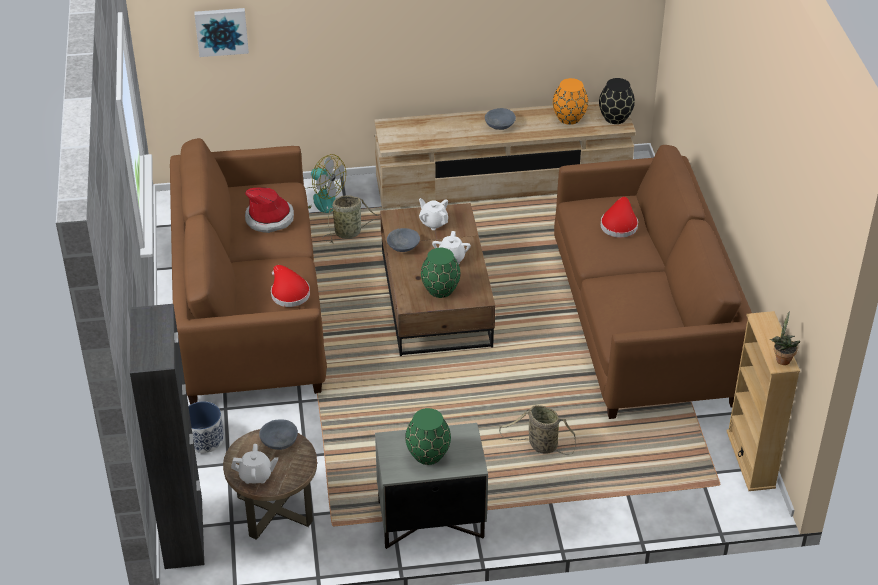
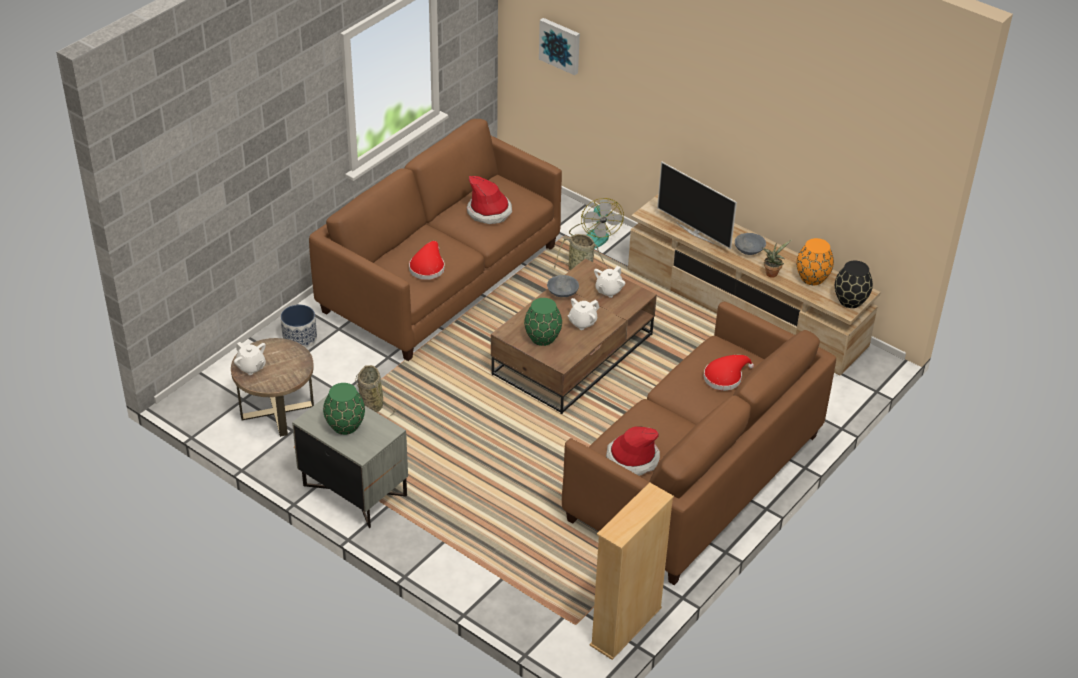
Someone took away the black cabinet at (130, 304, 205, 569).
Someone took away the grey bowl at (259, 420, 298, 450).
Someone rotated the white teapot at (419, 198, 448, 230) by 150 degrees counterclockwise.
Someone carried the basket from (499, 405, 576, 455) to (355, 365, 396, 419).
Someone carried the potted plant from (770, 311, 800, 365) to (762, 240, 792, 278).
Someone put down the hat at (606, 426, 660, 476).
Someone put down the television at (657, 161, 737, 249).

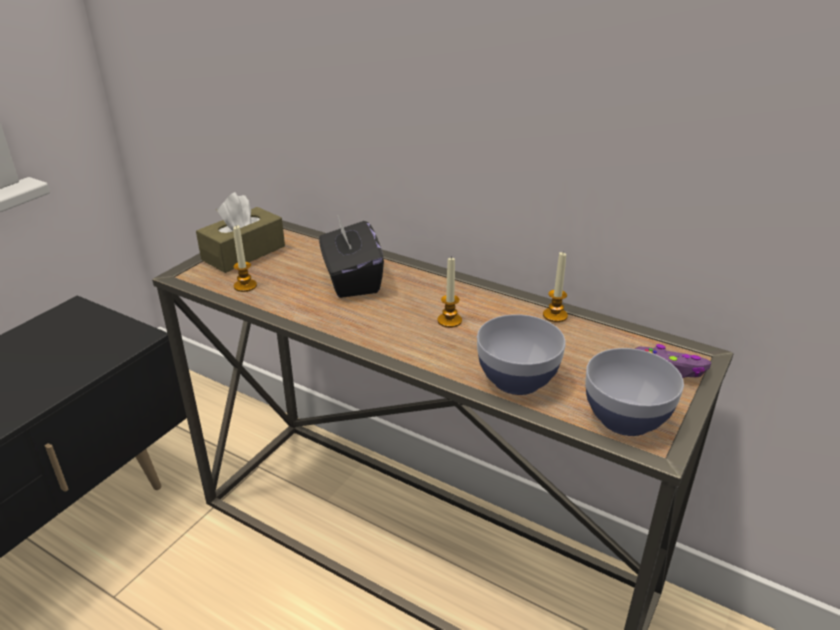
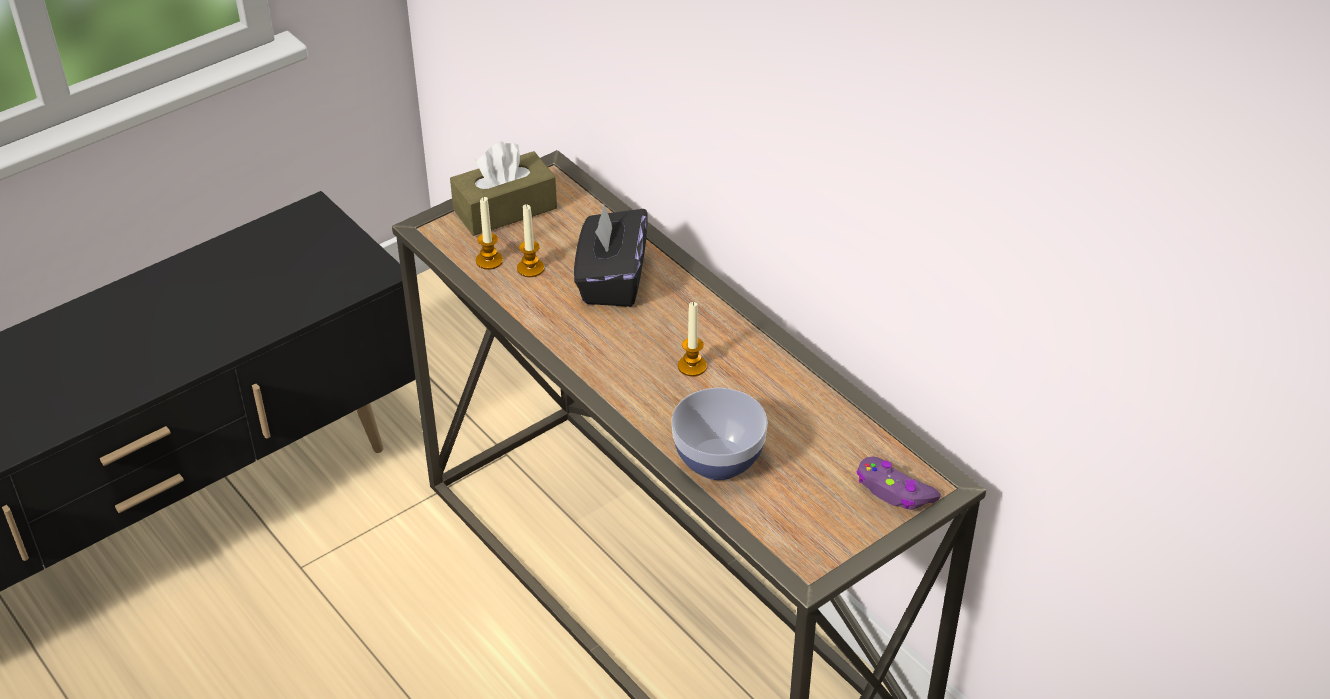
Someone carried the candle from (543, 252, 568, 322) to (517, 204, 544, 277).
Someone took away the bowl at (585, 348, 684, 436).

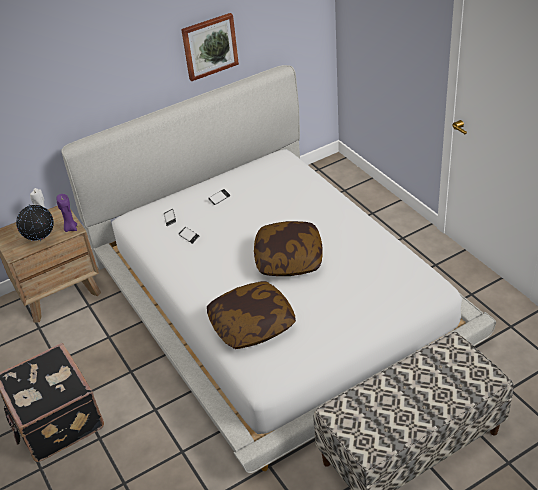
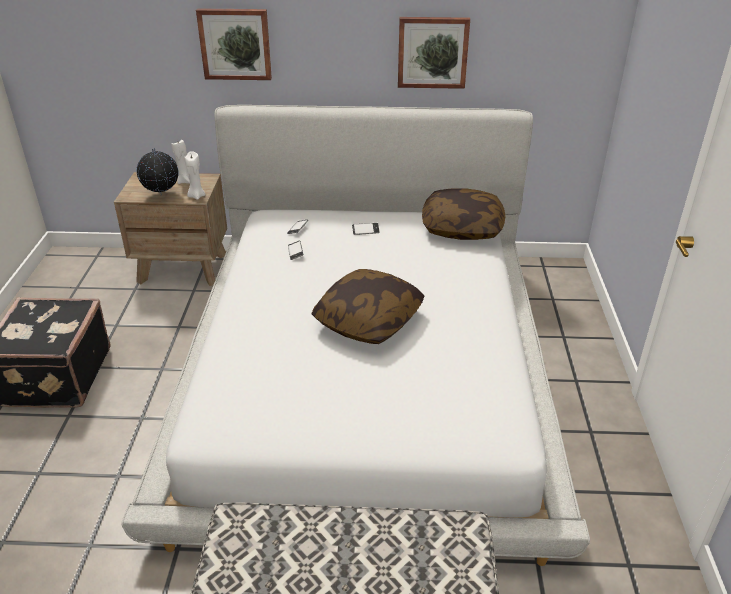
Someone repainted the purple candle at (57, 194, 77, 232), which became the white candle at (184, 151, 206, 200).
Someone carried the pillow from (207, 281, 296, 349) to (422, 188, 505, 240).
Someone put up the picture at (196, 8, 272, 80).

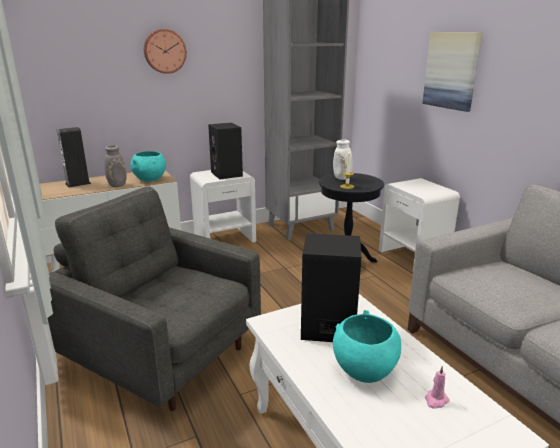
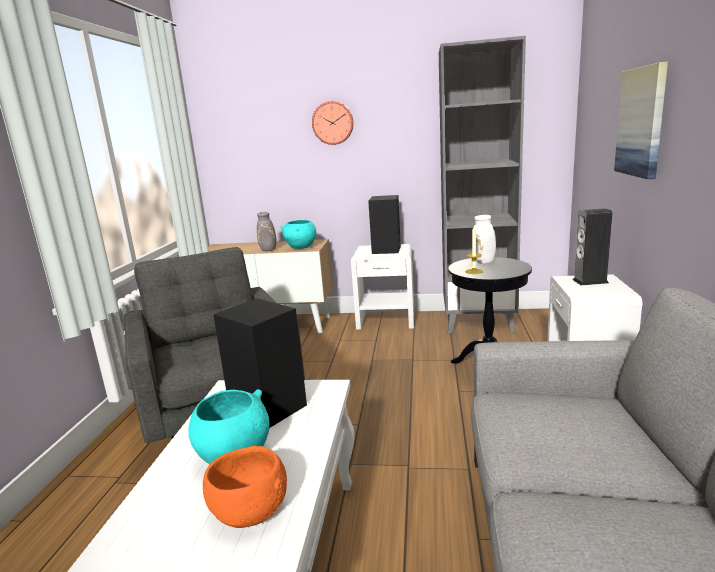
Someone carried the speaker from (57, 127, 91, 188) to (573, 208, 613, 285).
Someone swapped the pink candle at (425, 366, 449, 409) for the orange bowl at (203, 446, 287, 528).

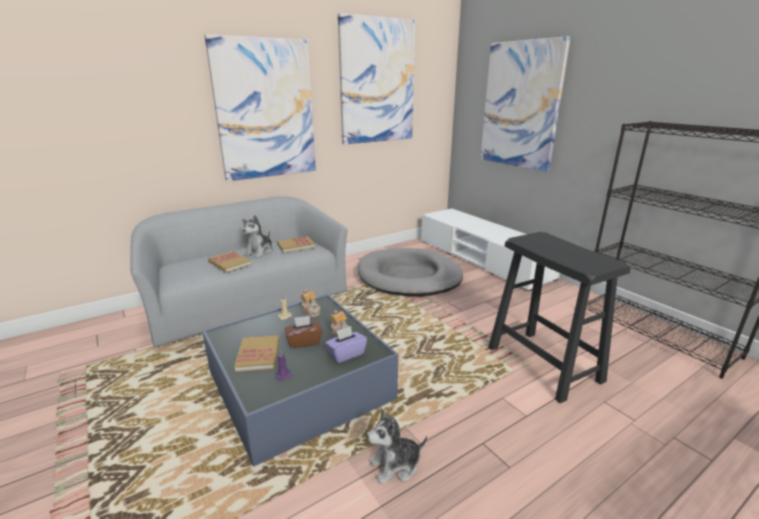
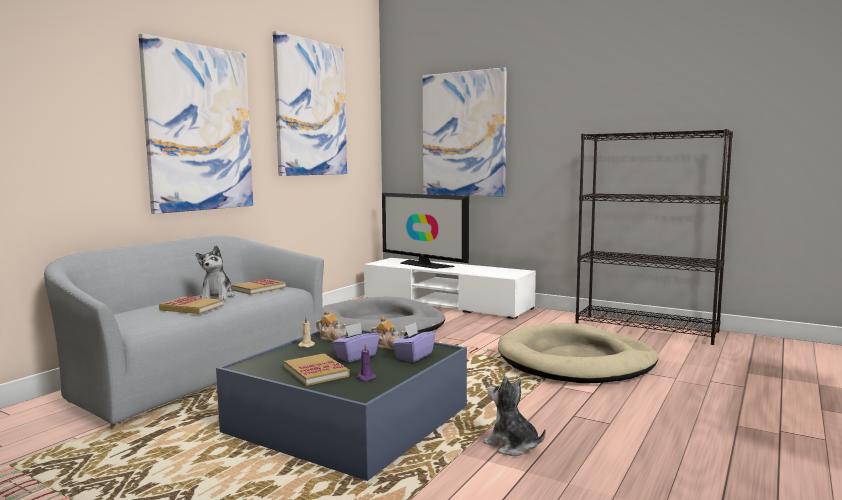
Someone repainted the brown tissue box at (285, 316, 322, 348), which became the purple tissue box at (332, 323, 380, 362).
Someone rotated the plush toy at (367, 409, 427, 484) by 90 degrees clockwise.
Someone swapped the black stool at (488, 232, 631, 403) for the beige dog bed at (498, 323, 659, 383).
Someone put down the television at (382, 193, 469, 269).

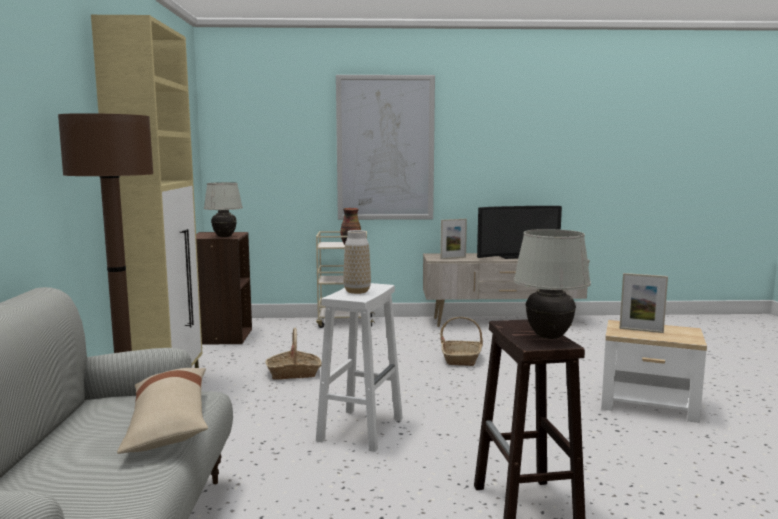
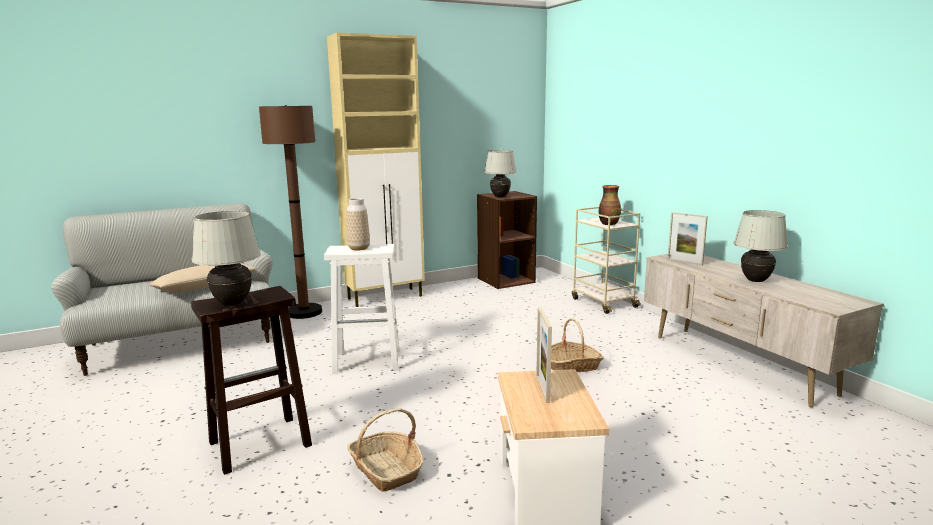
Someone carried the basket from (266, 327, 321, 380) to (347, 408, 424, 492).
Someone took away the picture at (336, 75, 435, 220).
Someone swapped the television at (477, 206, 562, 259) for the white table lamp at (734, 210, 788, 282).

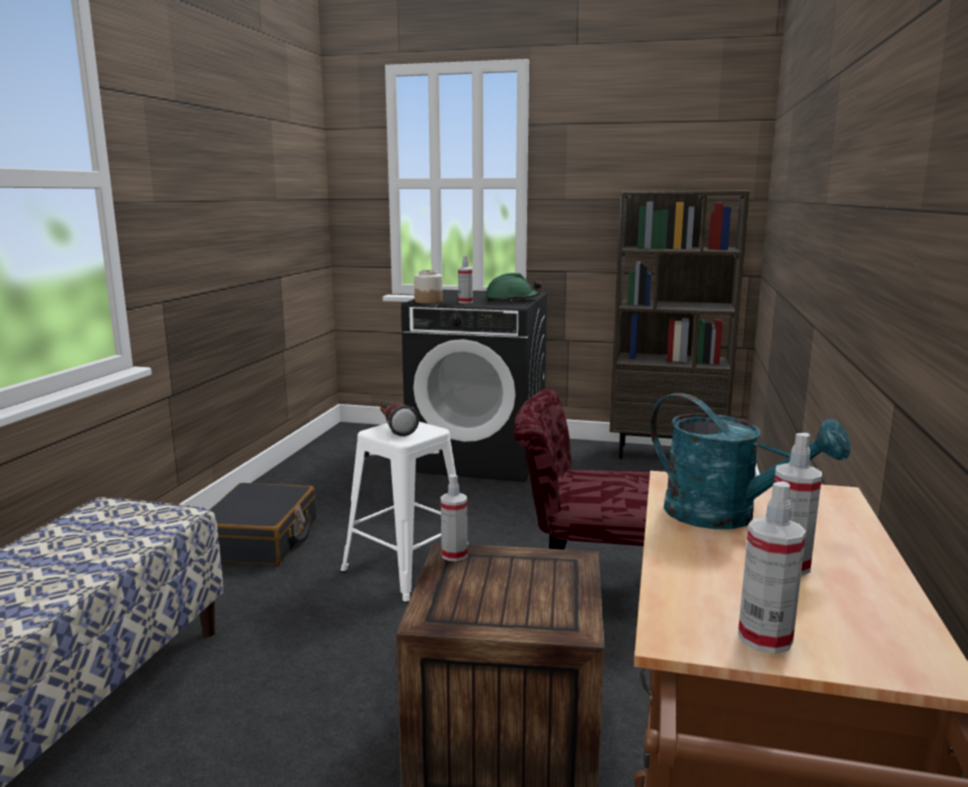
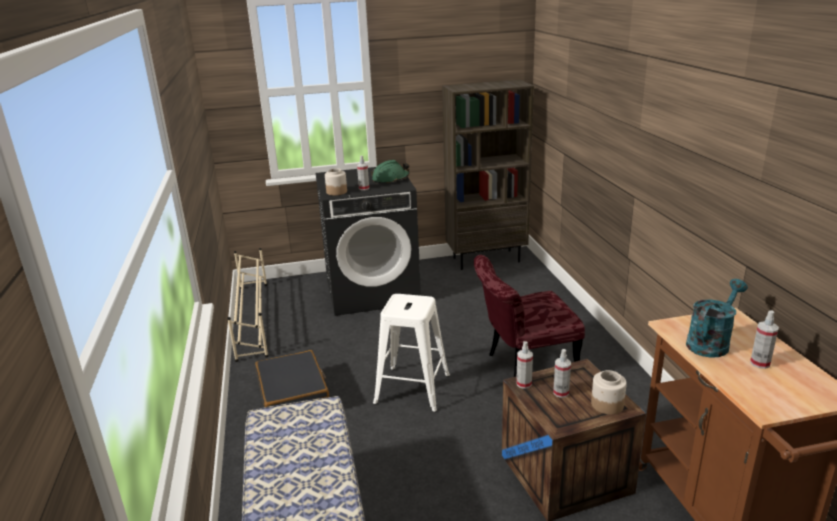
Someone took away the flashlight at (380, 401, 419, 436).
Someone rotated the turquoise watering can at (650, 393, 851, 529) by 60 degrees counterclockwise.
Someone carried the spray bottle from (738, 481, 806, 654) to (553, 349, 571, 398).
Someone put down the beige shoe rack at (227, 248, 269, 362).
Someone put down the jar at (591, 370, 627, 415).

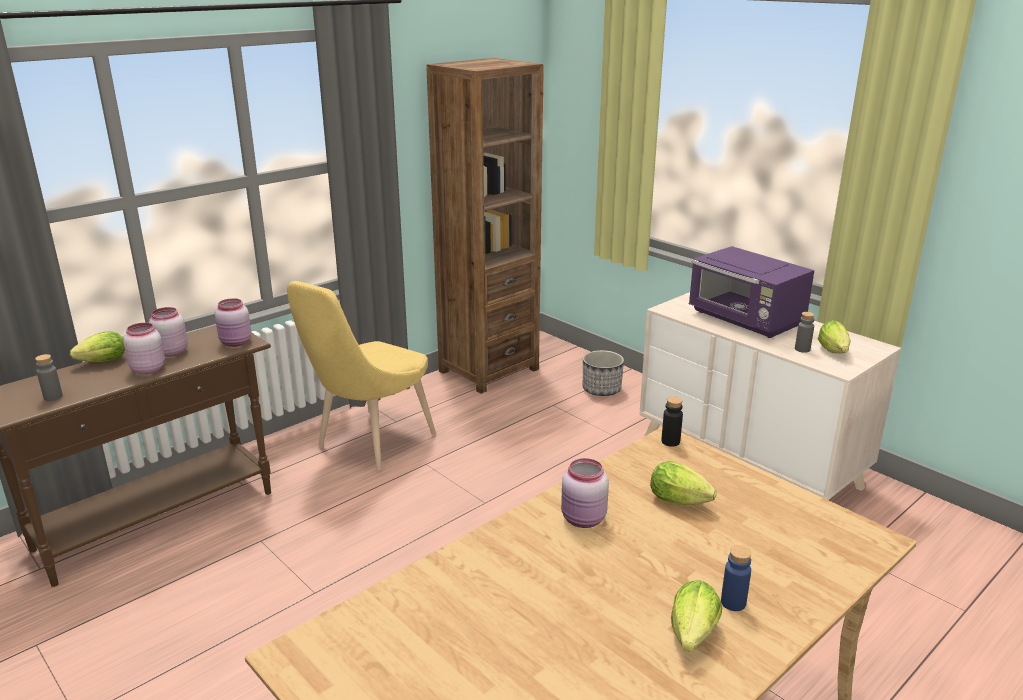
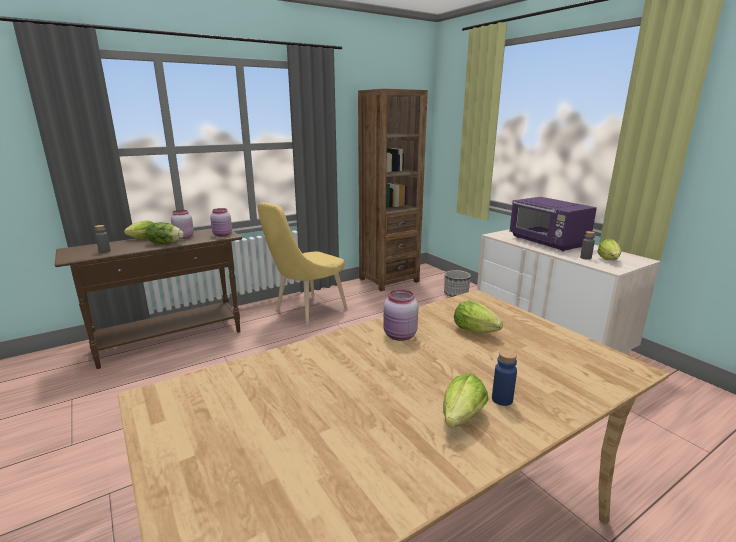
Someone swapped the pink jar at (123, 323, 165, 374) for the lettuce at (145, 222, 184, 244).
Someone took away the black bottle at (661, 396, 683, 447).

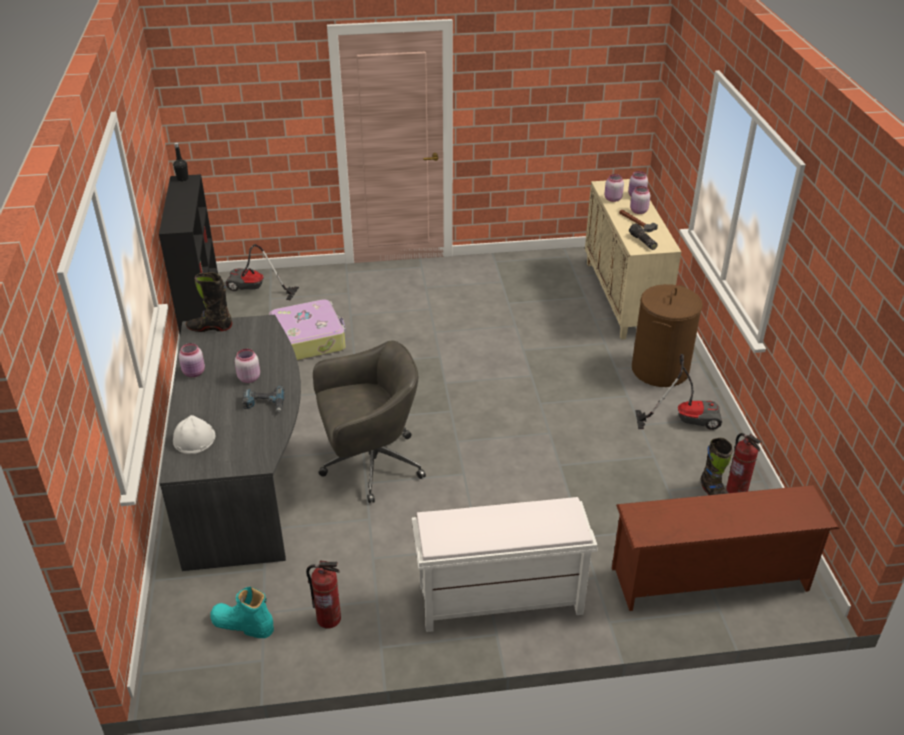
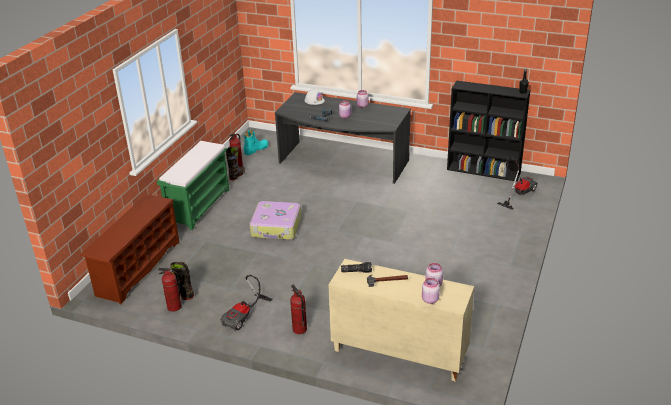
Someone carried the black boot from (186, 272, 232, 332) to (226, 146, 245, 180).
Someone carried the suitcase from (269, 299, 346, 361) to (249, 201, 301, 240).
Someone took away the grey office chair at (313, 340, 426, 503).
Someone repainted the white bench at (412, 497, 598, 632), which became the green bench at (157, 141, 229, 230).
Someone took away the pink jar at (630, 186, 650, 214).
Someone swapped the brown laundry basket at (632, 284, 703, 387) for the fire extinguisher at (290, 285, 307, 334).

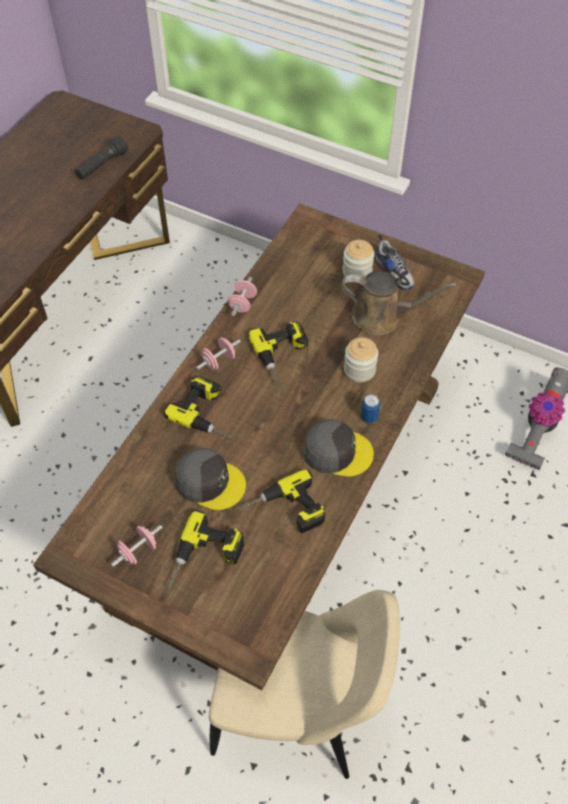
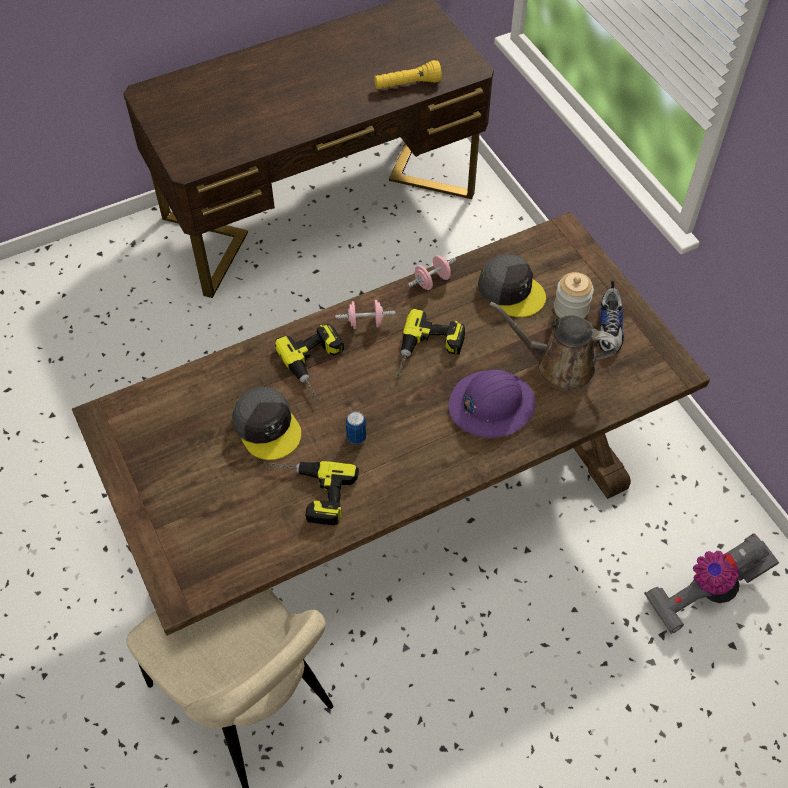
Someone repainted the black flashlight at (75, 136, 128, 180), which became the yellow flashlight at (374, 60, 442, 89).
Someone took away the pink dumbbell at (111, 525, 163, 567).
Someone took away the power drill at (168, 510, 244, 588).
Someone carried the grey cap from (304, 419, 374, 477) to (478, 254, 546, 317).
Someone rotated the brown watering can at (341, 271, 457, 335) by 150 degrees clockwise.
Someone swapped the jar at (344, 337, 378, 382) for the purple hard hat at (449, 370, 535, 438).
Someone carried the can from (361, 394, 380, 423) to (346, 411, 367, 444).

